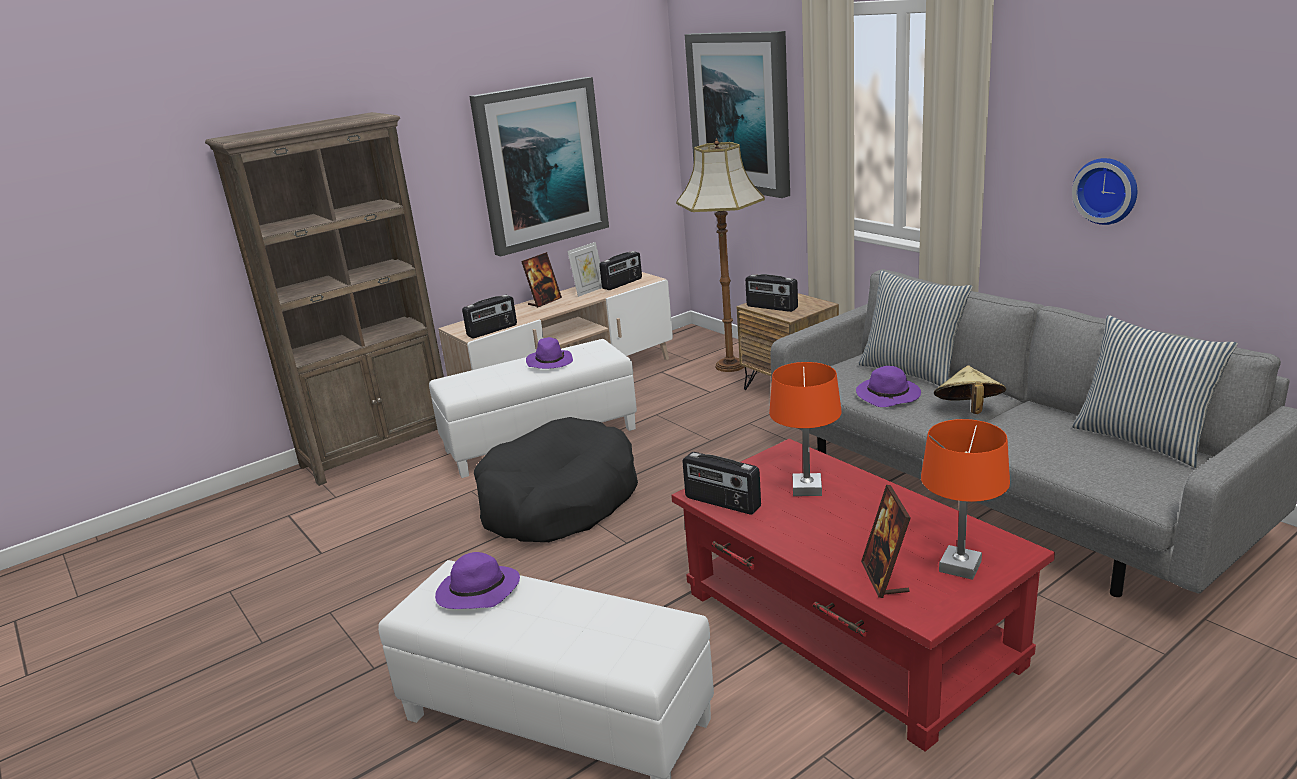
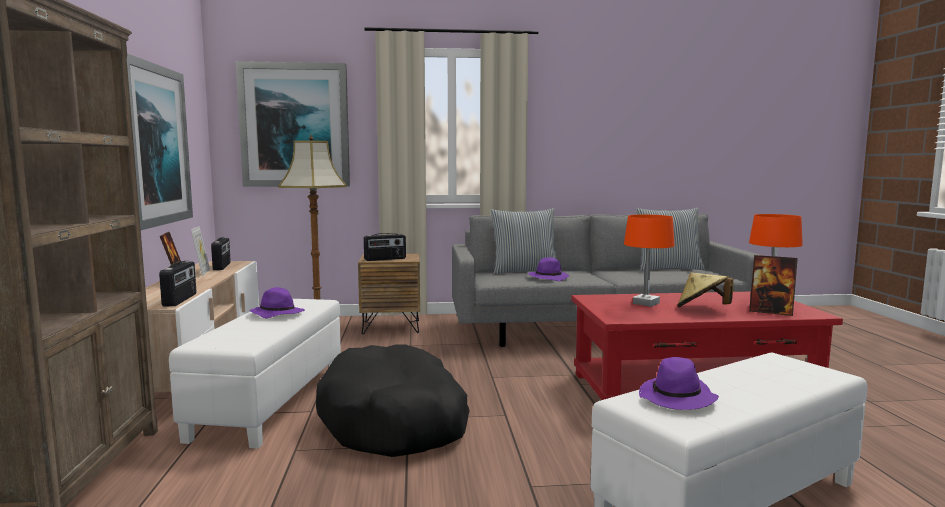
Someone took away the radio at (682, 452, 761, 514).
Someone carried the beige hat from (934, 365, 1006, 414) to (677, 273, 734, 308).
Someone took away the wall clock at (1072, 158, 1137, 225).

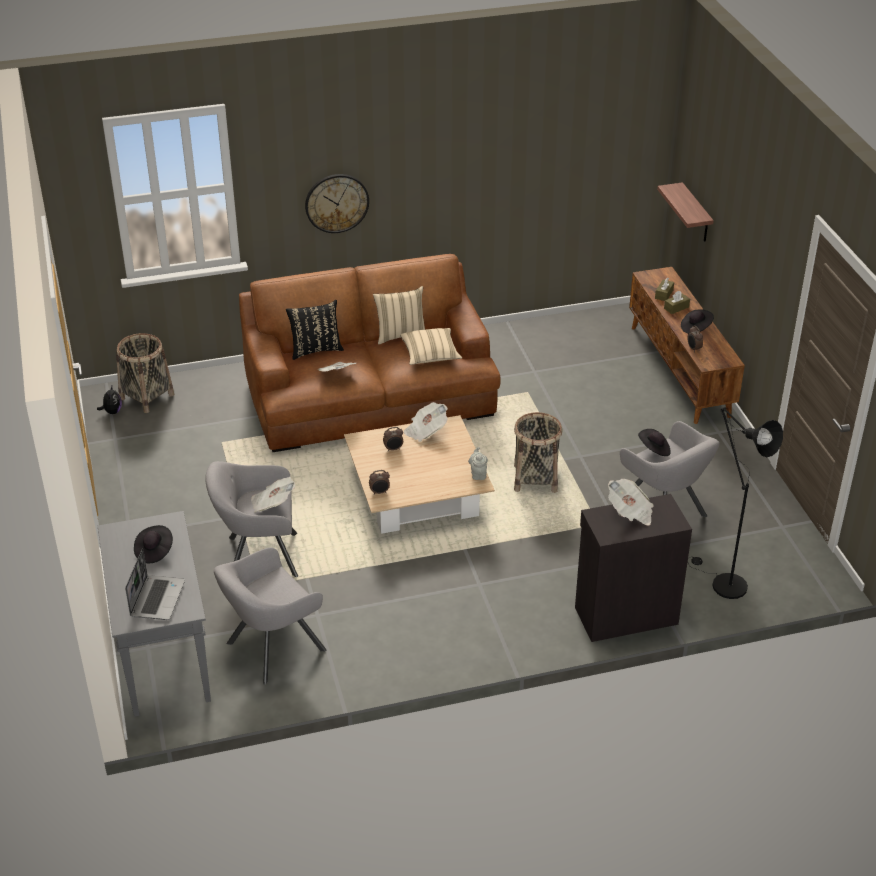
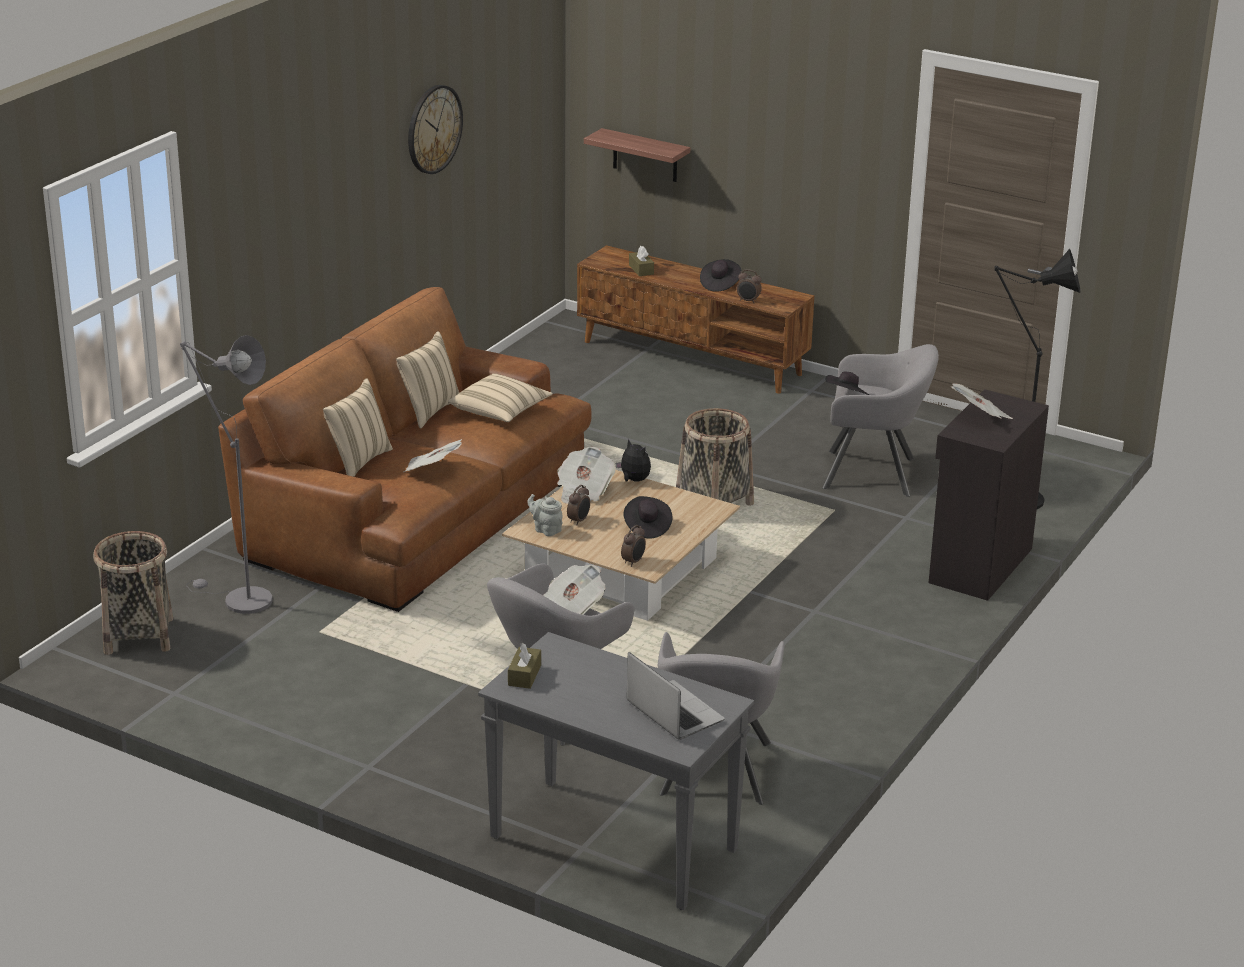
Someone carried the plush toy from (97, 386, 122, 414) to (616, 439, 651, 482).
Someone carried the black hat from (134, 525, 173, 563) to (623, 496, 673, 539).
Someone repainted the black pillow at (286, 300, 344, 360), which became the beige pillow at (323, 378, 393, 477).
Someone carried the wall clock from (305, 174, 369, 233) to (408, 85, 463, 174).
Someone carried the grey teapot from (468, 447, 488, 480) to (527, 494, 563, 536).
Someone carried the brown tissue box from (664, 291, 690, 314) to (508, 643, 541, 689).
Someone put down the grey floor lamp at (180, 335, 273, 614).

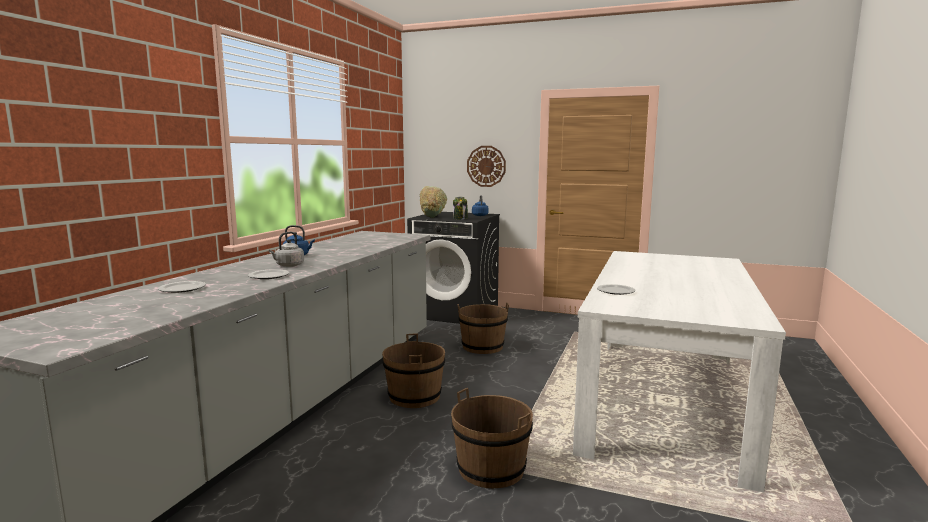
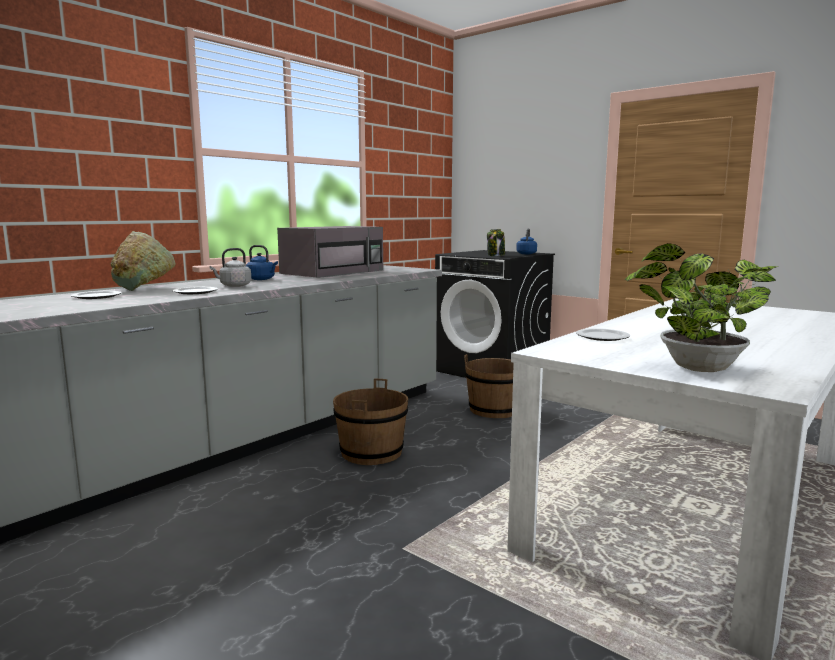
Someone carried the green bowl from (420, 186, 447, 218) to (110, 231, 176, 291).
Someone took away the brown bucket at (451, 388, 533, 488).
Someone took away the wall clock at (467, 146, 506, 187).
Someone put down the grey microwave at (277, 226, 383, 278).
Someone put down the potted plant at (625, 243, 779, 372).

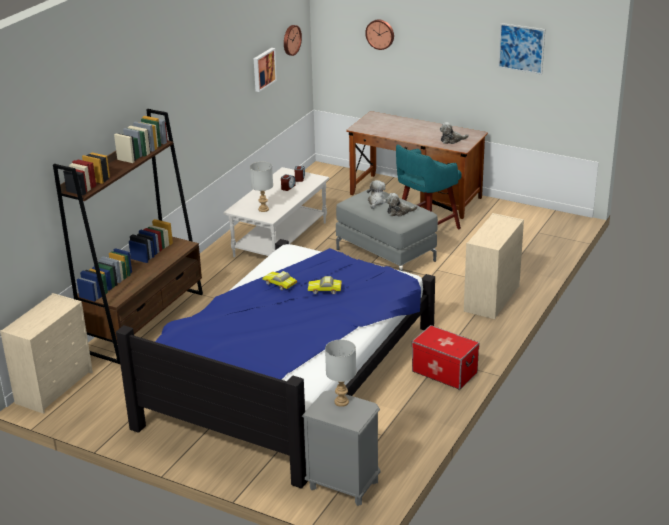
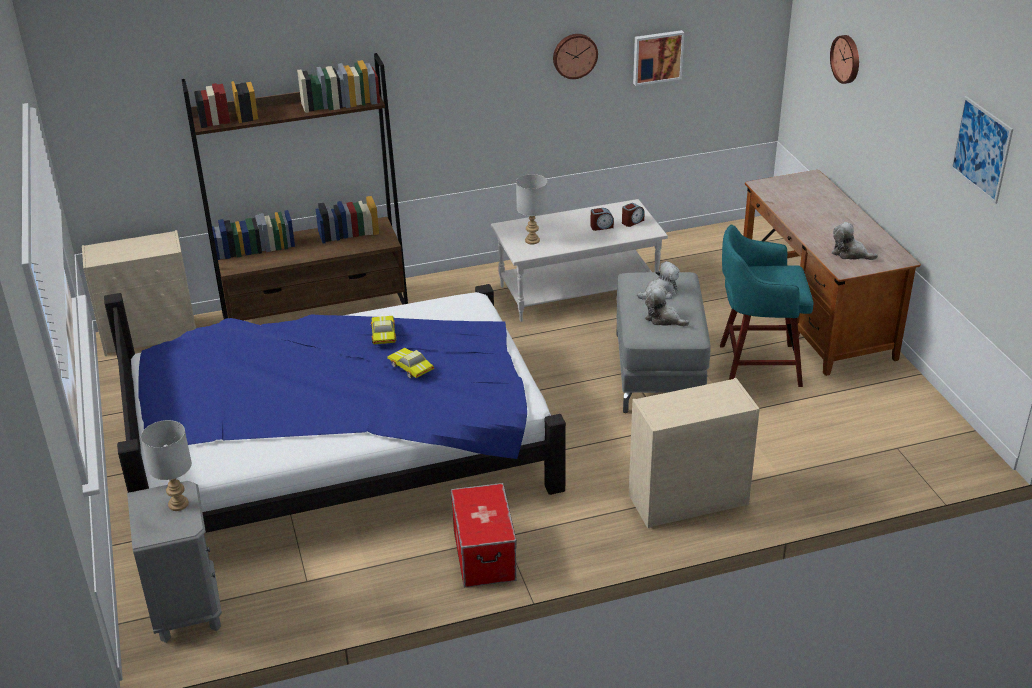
Someone carried the wall clock from (284, 25, 302, 56) to (553, 34, 598, 79).

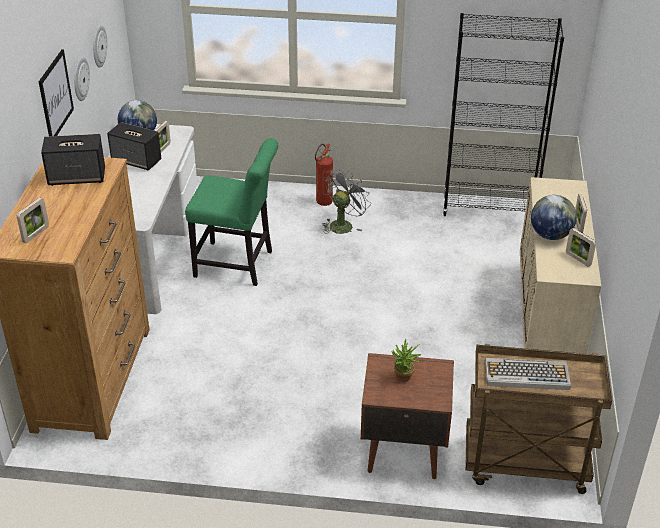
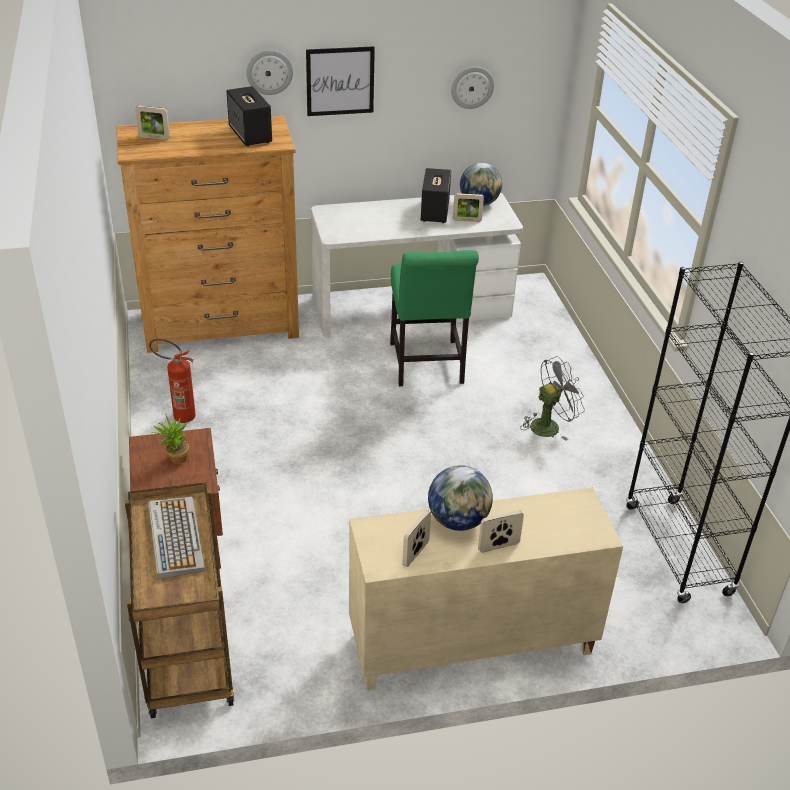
Someone carried the wall clock from (74, 57, 90, 101) to (246, 50, 293, 95).
Someone carried the fire extinguisher from (315, 144, 333, 206) to (149, 338, 196, 423).
Someone rotated the grey fan at (322, 169, 371, 234) by 45 degrees counterclockwise.

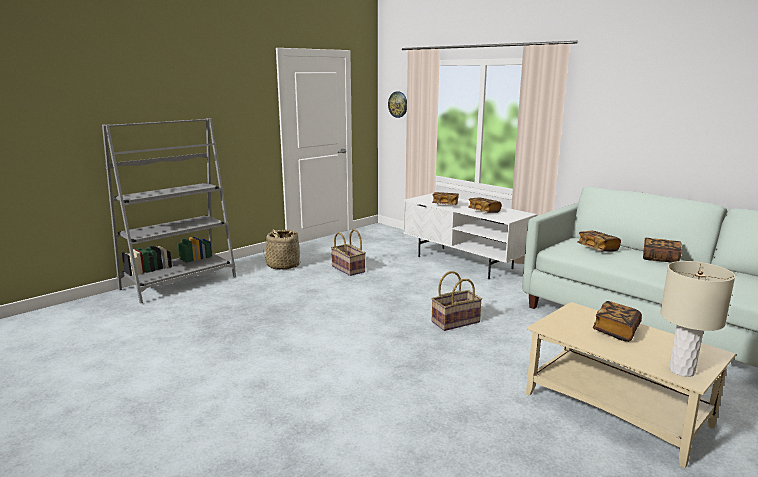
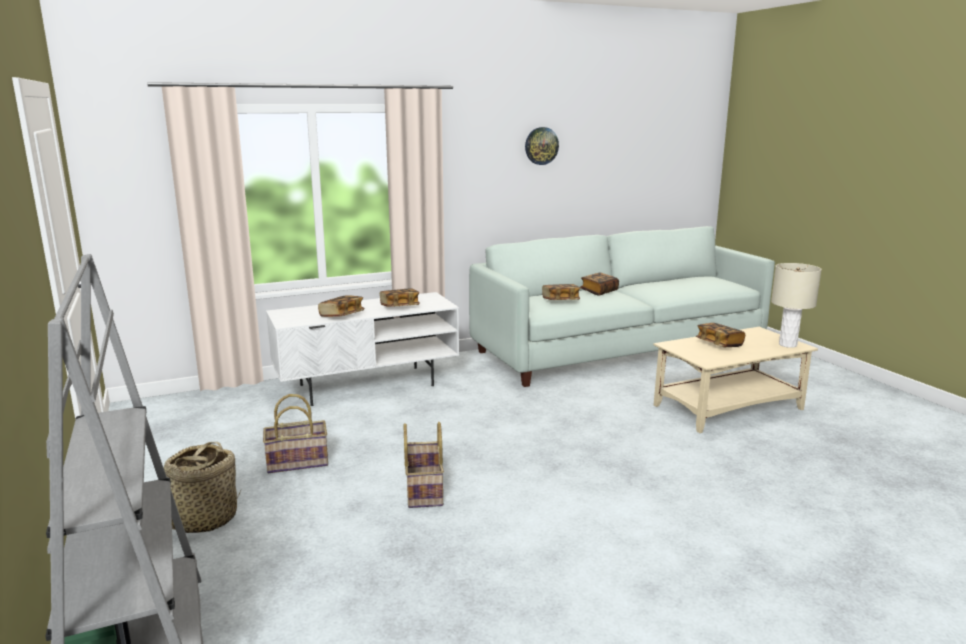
Someone carried the wall clock from (388, 92, 407, 118) to (525, 127, 559, 165).
Someone carried the basket from (431, 271, 482, 331) to (403, 422, 444, 508).

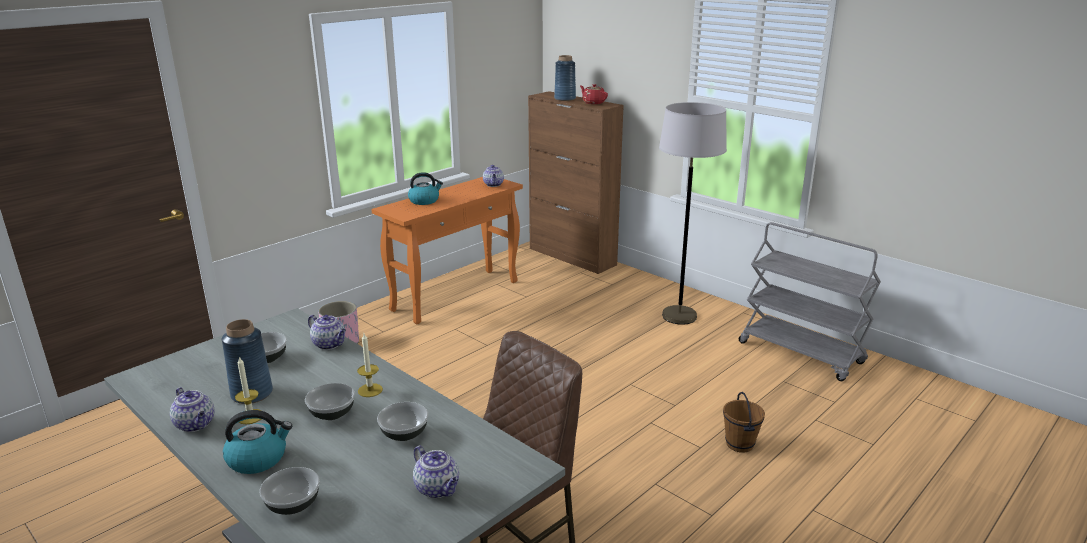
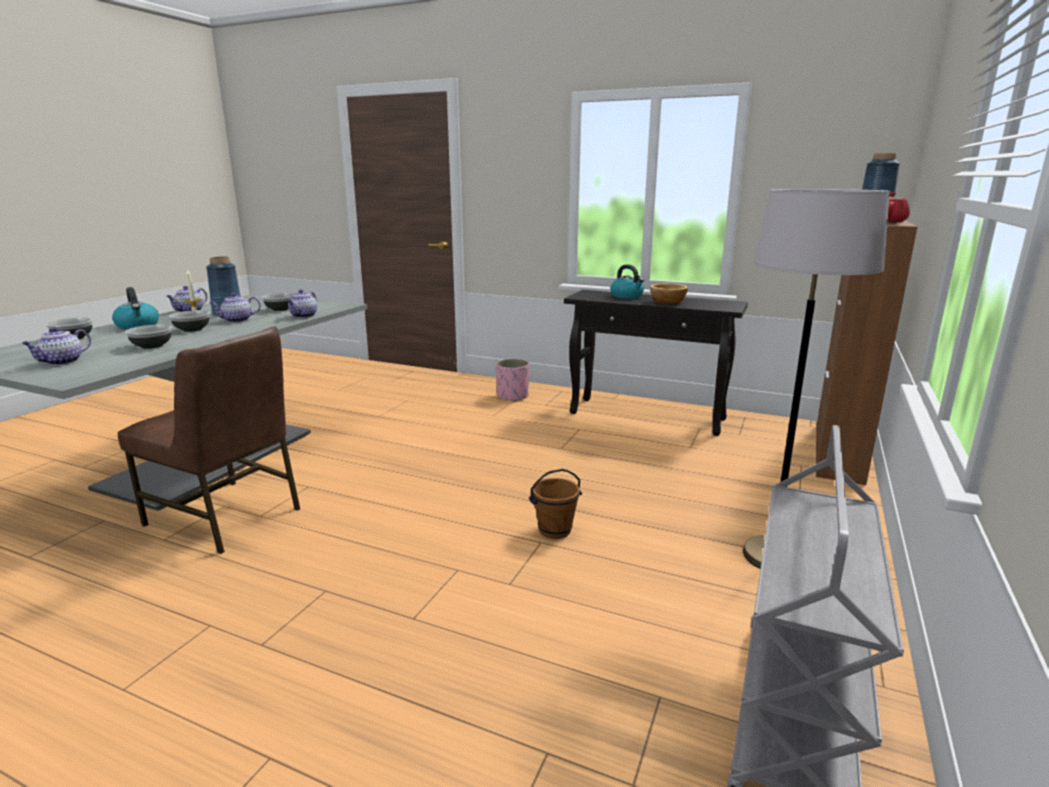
Someone took away the candle at (357, 333, 383, 397).
Someone repainted the orange console table at (371, 177, 523, 324), which became the black console table at (564, 290, 748, 436).
Someone carried the teapot from (483, 165, 504, 187) to (209, 293, 261, 323).
Someone carried the brown bucket from (723, 392, 765, 453) to (529, 469, 582, 539).
Someone put down the bowl at (650, 283, 688, 305).

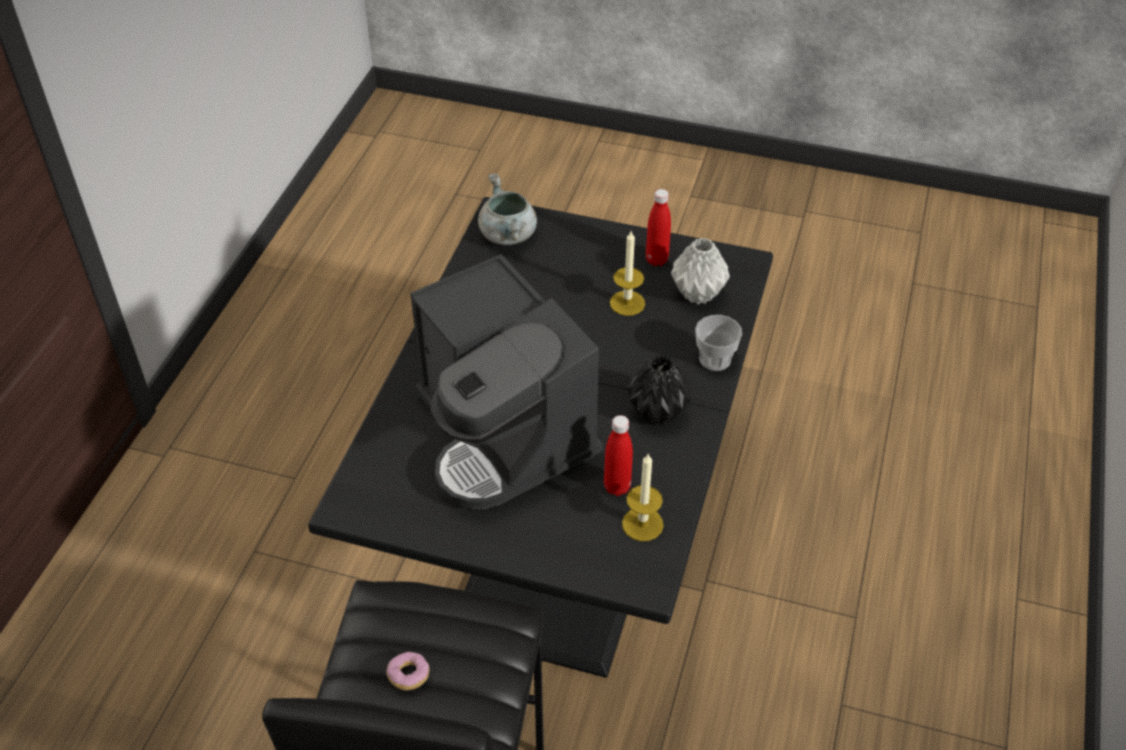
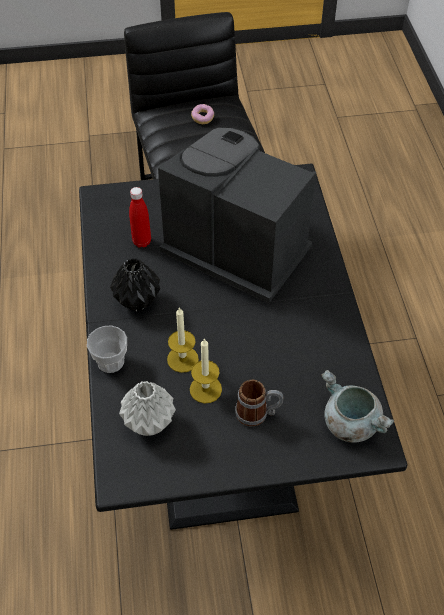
Someone carried the candle from (622, 453, 664, 541) to (167, 307, 199, 373).
Someone took away the red bottle at (646, 189, 671, 266).
Someone put down the mug at (235, 380, 283, 426).

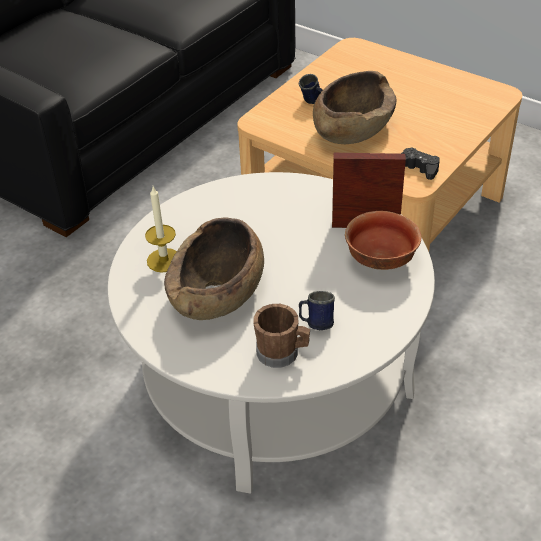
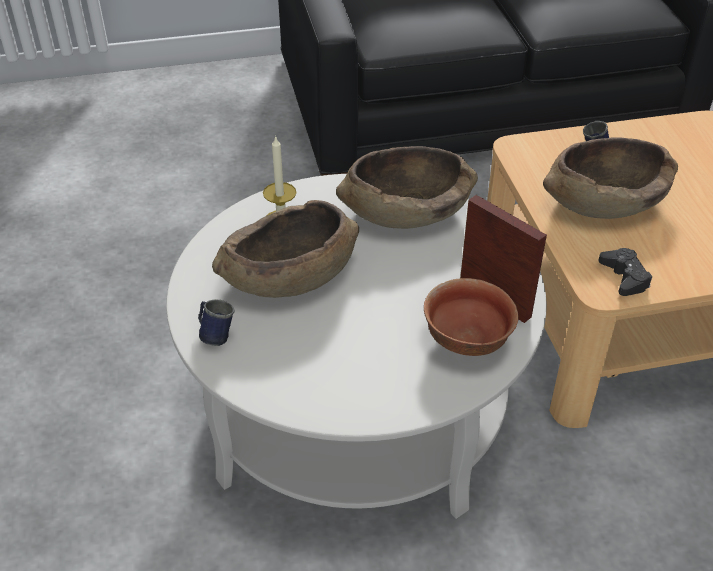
Someone took away the brown mug at (253, 304, 310, 368).
Someone carried the blue mug from (299, 291, 335, 330) to (198, 299, 234, 346).
Someone put down the brown bowl at (336, 146, 478, 229).

